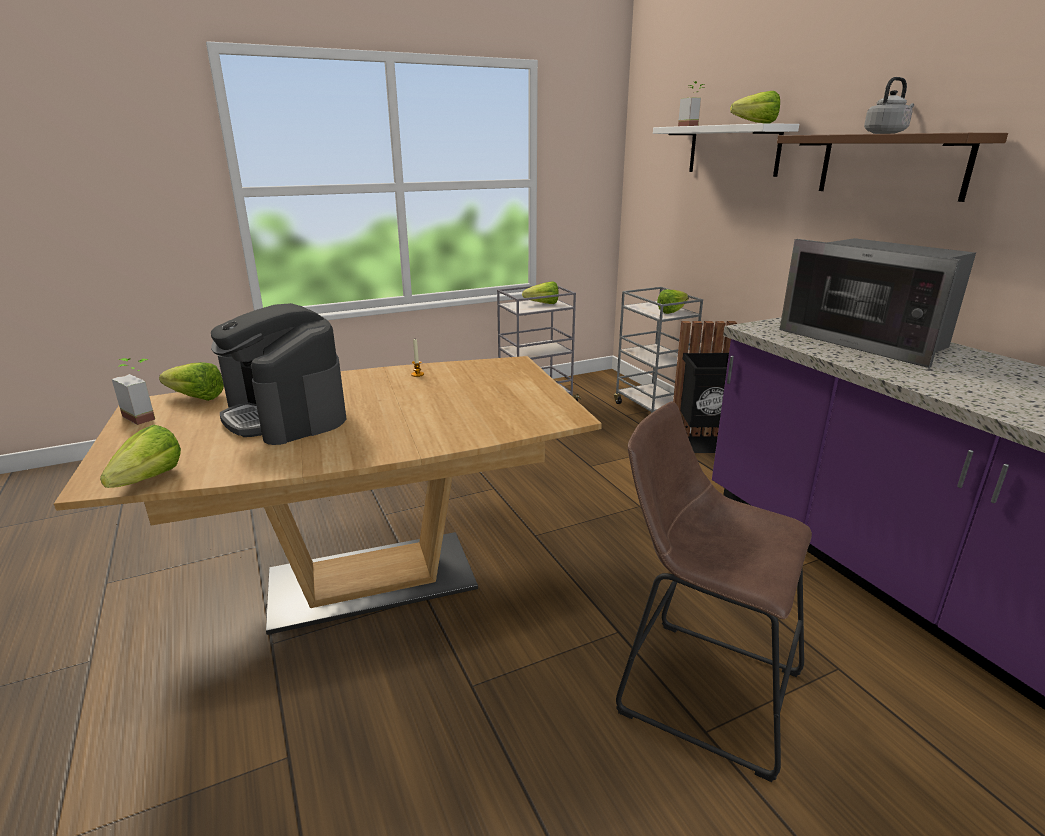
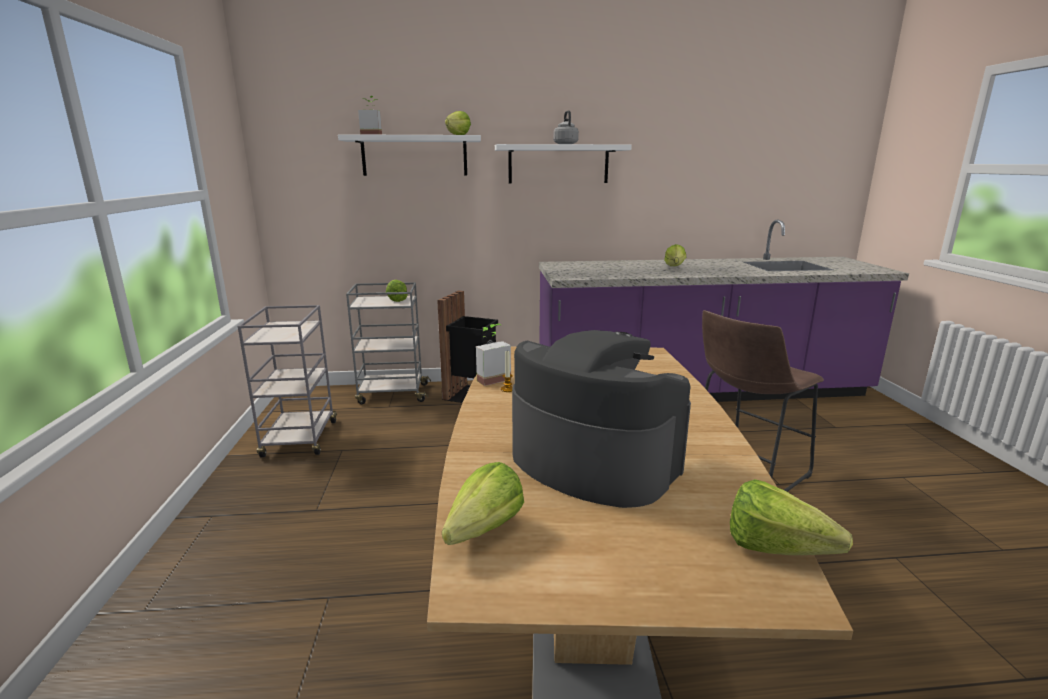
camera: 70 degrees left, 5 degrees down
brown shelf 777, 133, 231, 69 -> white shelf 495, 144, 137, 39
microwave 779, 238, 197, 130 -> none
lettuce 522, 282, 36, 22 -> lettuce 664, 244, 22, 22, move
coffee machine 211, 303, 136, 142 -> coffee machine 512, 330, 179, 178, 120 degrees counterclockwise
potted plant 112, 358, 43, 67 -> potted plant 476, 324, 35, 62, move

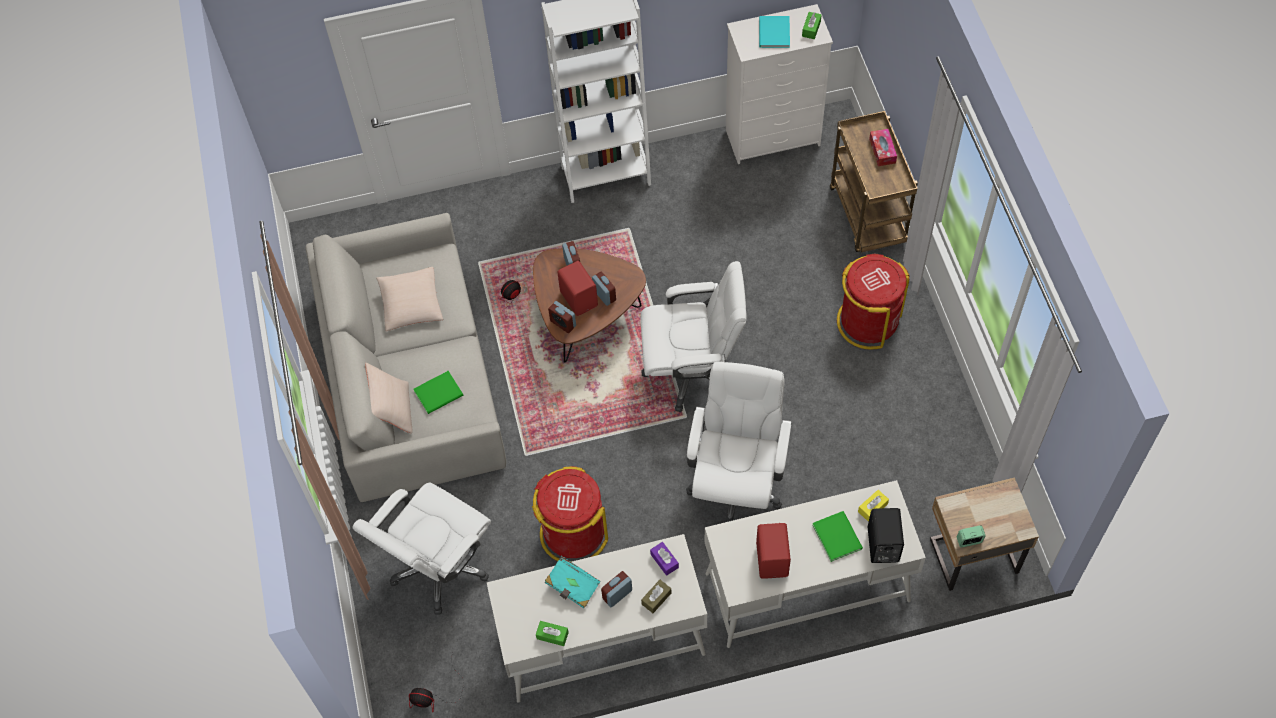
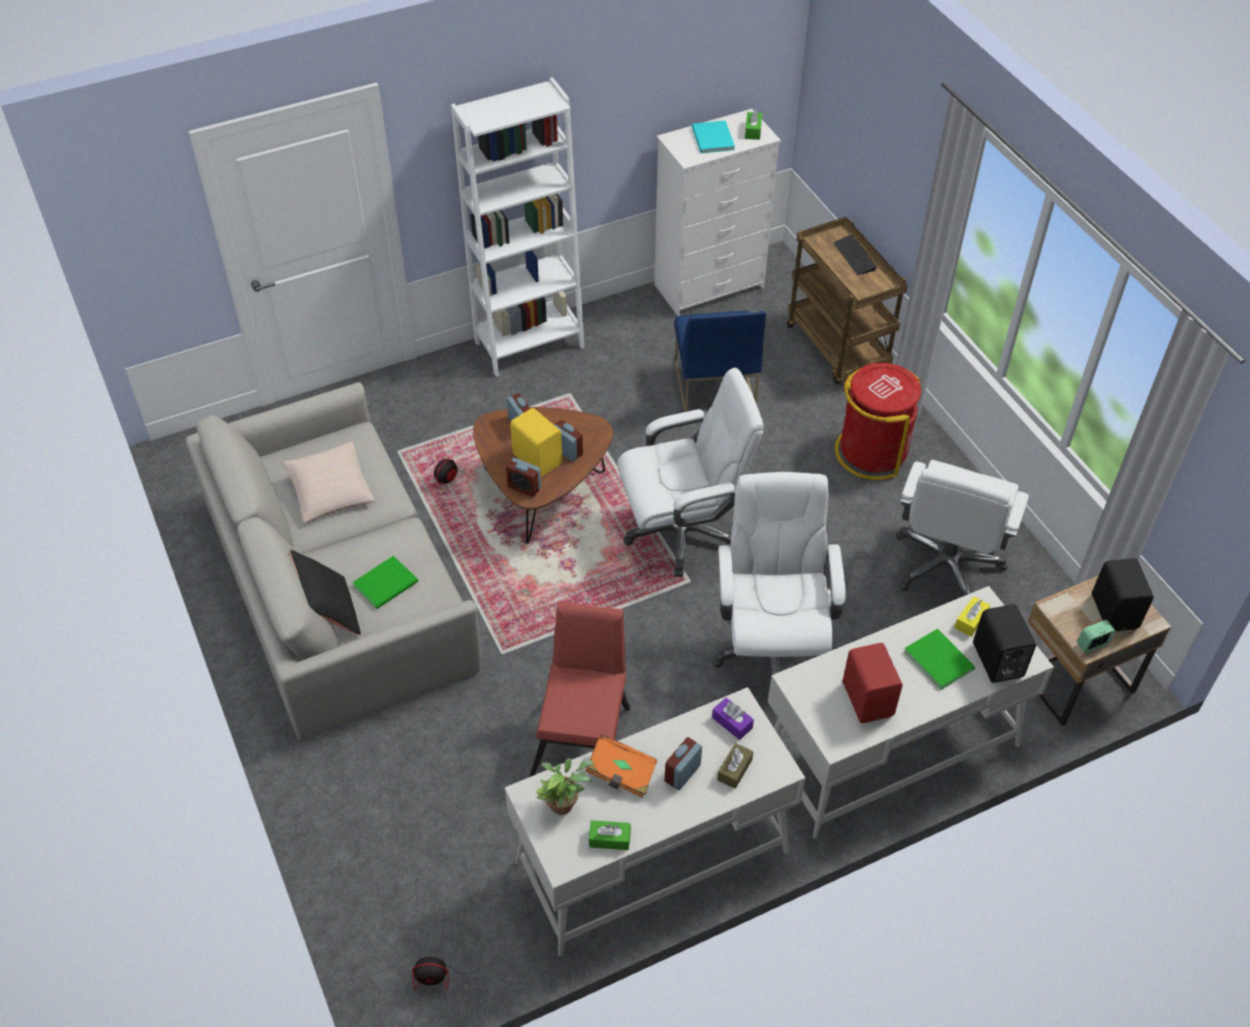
camera: 15 degrees left, 10 degrees down
tissue box 869, 129, 28, 37 -> keyboard 834, 235, 43, 40
red speaker 557, 261, 41, 55 -> yellow speaker 510, 408, 52, 68
beige pillow 365, 363, 48, 71 -> black pillow 289, 550, 72, 85
red trash can 532, 466, 76, 96 -> red chair 529, 601, 101, 176
white office chair 352, 483, 139, 132 -> white office chair 896, 460, 133, 136, move
turquoise book 544, 556, 57, 52 -> orange book 585, 733, 72, 64
none -> blue chair 674, 311, 92, 101
none -> black speaker 1092, 558, 62, 73
none -> potted plant 536, 758, 58, 57

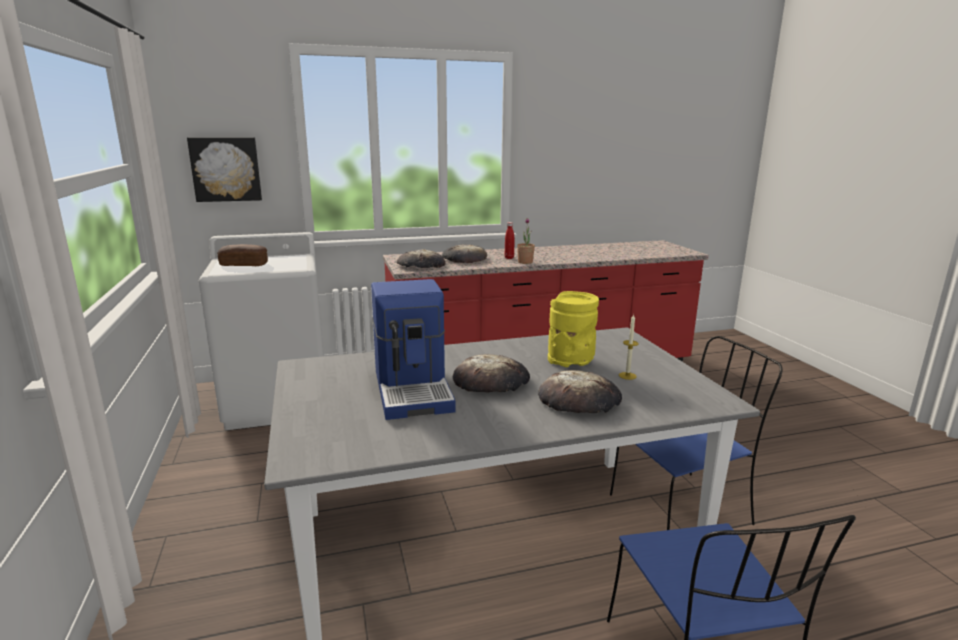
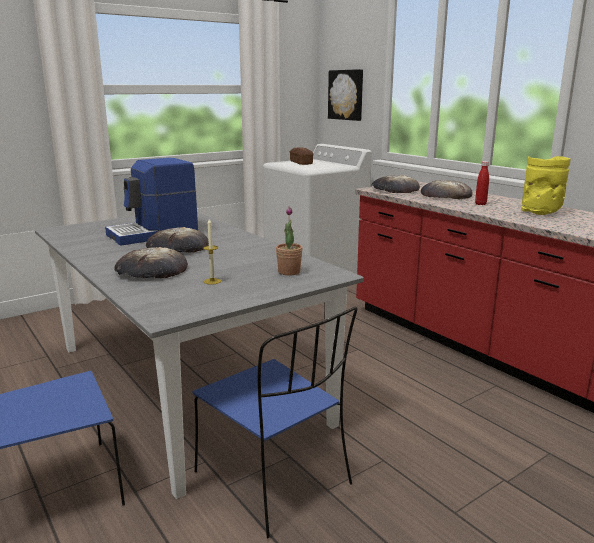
camera: 70 degrees right, 0 degrees up
potted plant 517, 218, 18, 46 -> potted plant 276, 207, 27, 68, move
yellow vase 548, 291, 51, 76 -> yellow vase 521, 156, 50, 59, move

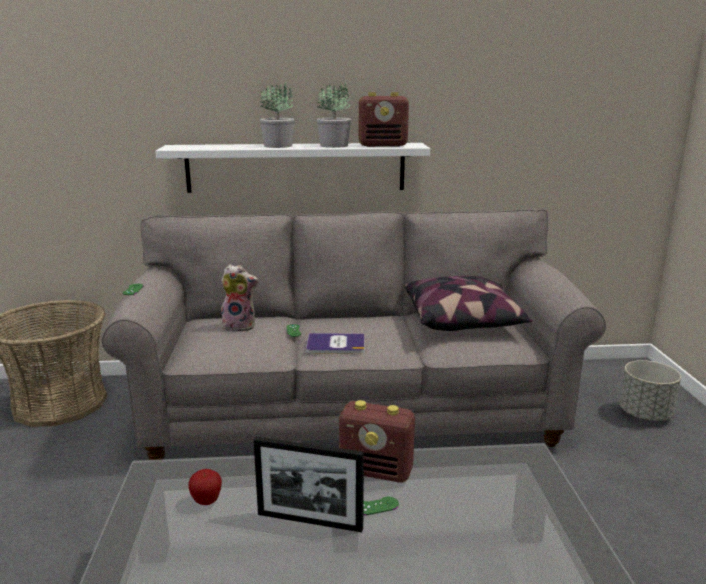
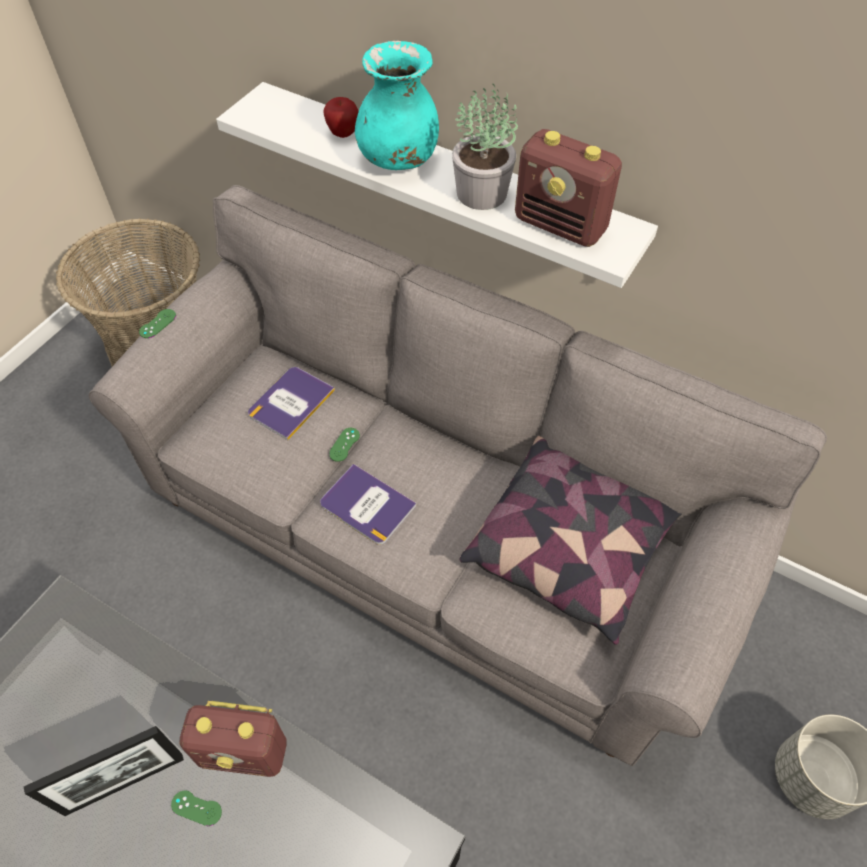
camera: 35 degrees right, 35 degrees up
potted plant 260, 82, 34, 66 -> turquoise vase 355, 41, 84, 129
plush toy 219, 265, 39, 67 -> book 248, 367, 87, 73
radio 339, 400, 76, 83 -> radio 179, 701, 108, 76, 45 degrees counterclockwise
picture frame 254, 437, 110, 95 -> picture frame 24, 726, 160, 90, 75 degrees counterclockwise
apple 188, 469, 34, 36 -> apple 323, 97, 35, 41, move

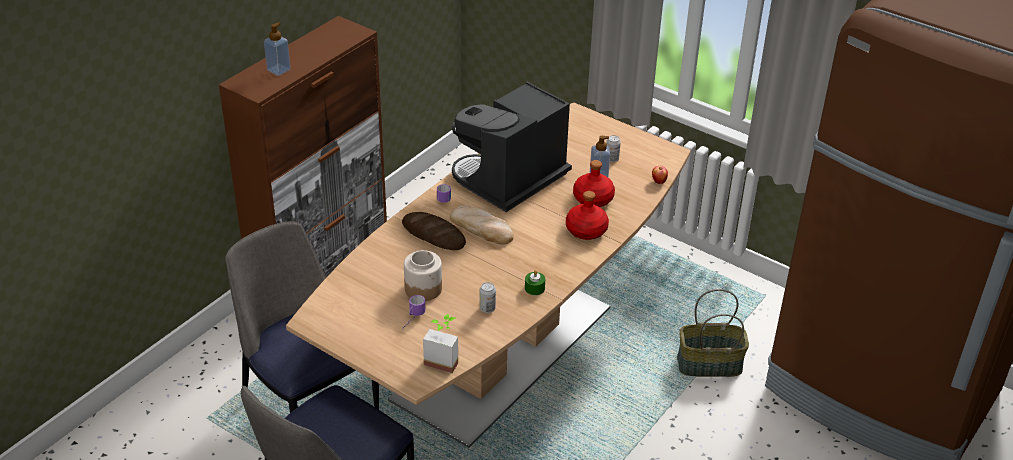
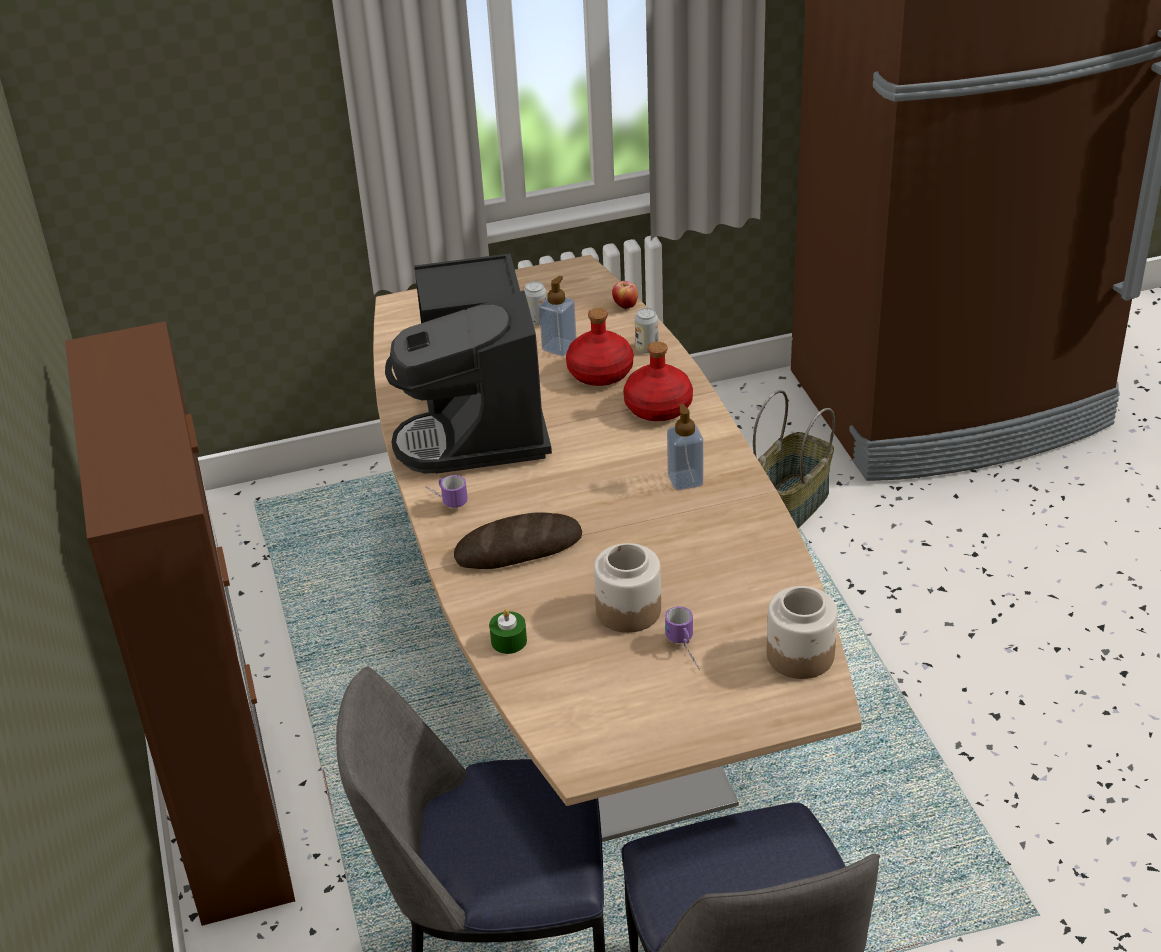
camera: 50 degrees left, 0 degrees up
soap dispenser 264, 22, 27, 54 -> soap dispenser 667, 404, 36, 86, move
bread 450, 205, 64, 40 -> none
green candle 525, 270, 20, 25 -> green candle 489, 609, 38, 45, move
can 479, 282, 17, 31 -> can 635, 308, 24, 46, move
potted plant 423, 314, 35, 59 -> jar 767, 586, 71, 93

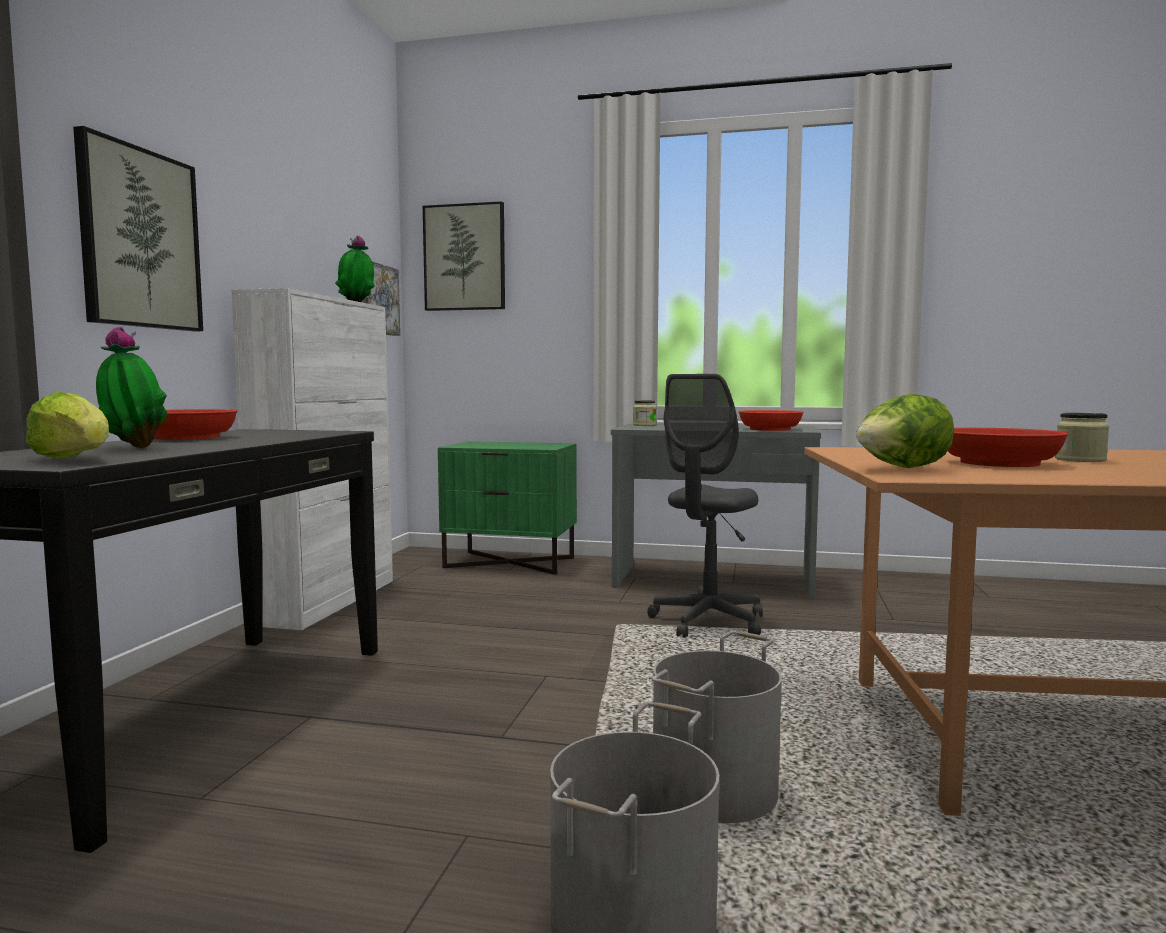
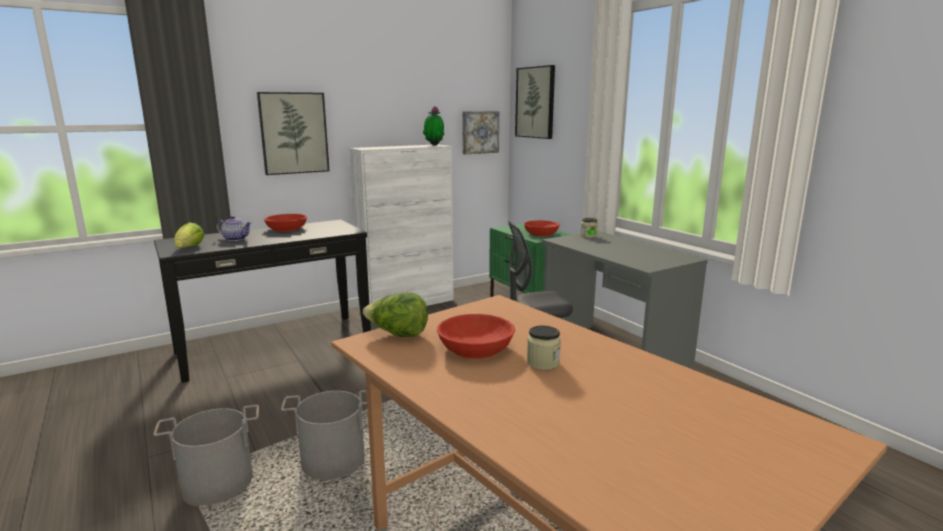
camera: 45 degrees right, 10 degrees up
potted plant 96, 327, 71, 121 -> teapot 216, 216, 36, 25
red bowl 738, 410, 66, 21 -> red bowl 524, 220, 36, 16, move

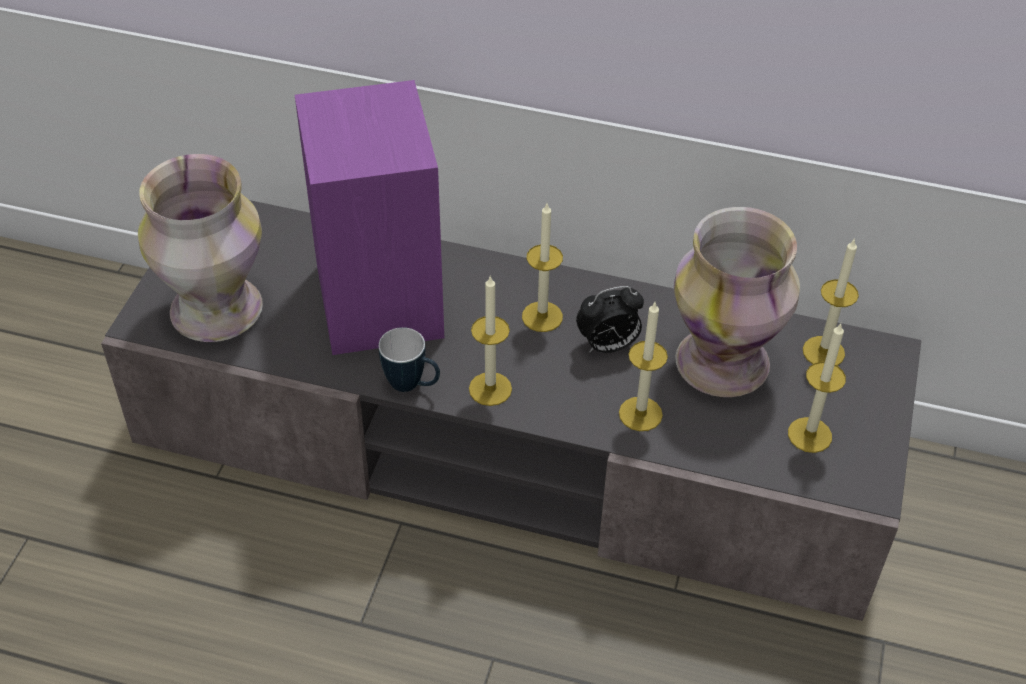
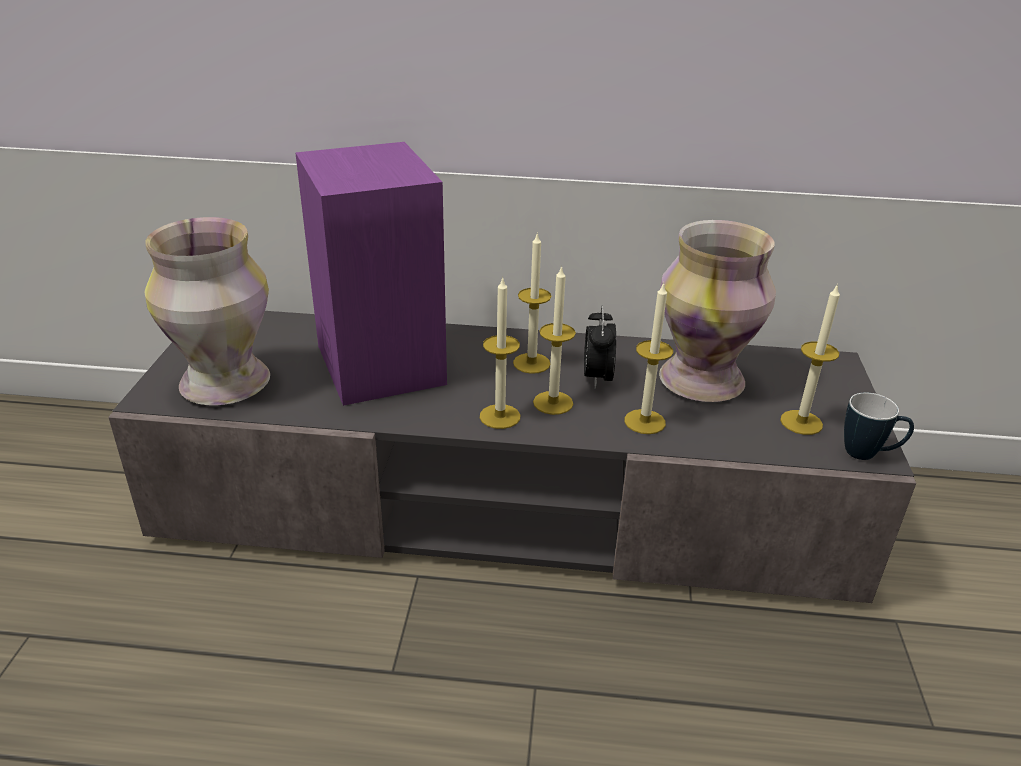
camera: 10 degrees left, 15 degrees down
candle 803, 238, 56, 128 -> candle 533, 265, 43, 150, move
alarm clock 576, 286, 68, 67 -> alarm clock 584, 306, 32, 83, 120 degrees clockwise
mug 379, 327, 61, 65 -> mug 844, 393, 70, 67, move

